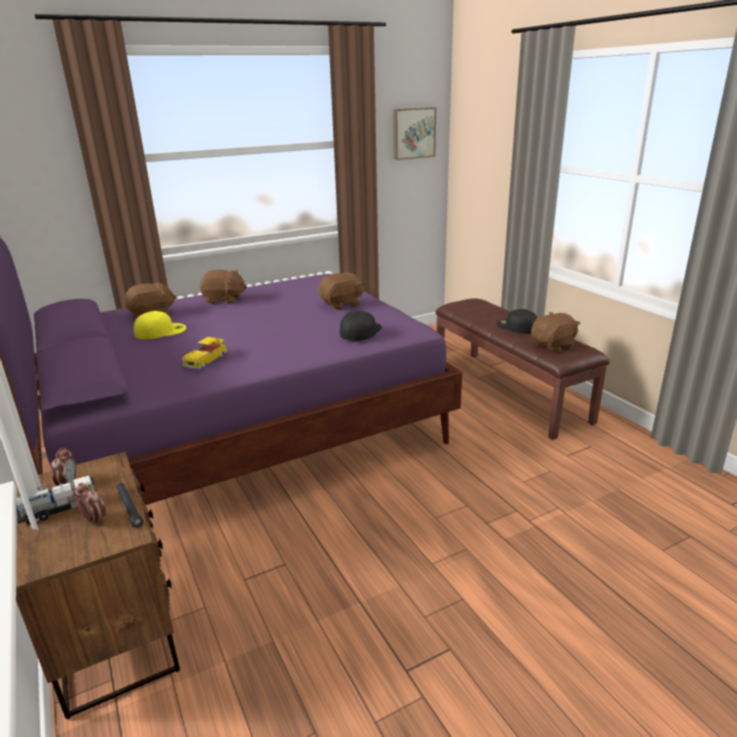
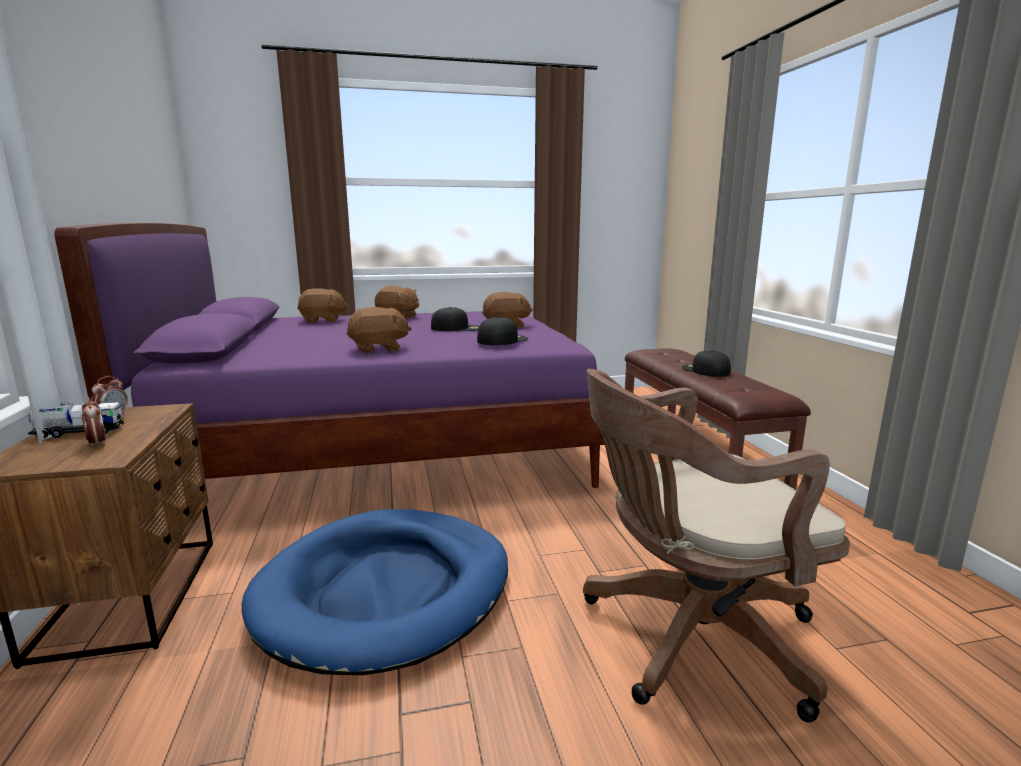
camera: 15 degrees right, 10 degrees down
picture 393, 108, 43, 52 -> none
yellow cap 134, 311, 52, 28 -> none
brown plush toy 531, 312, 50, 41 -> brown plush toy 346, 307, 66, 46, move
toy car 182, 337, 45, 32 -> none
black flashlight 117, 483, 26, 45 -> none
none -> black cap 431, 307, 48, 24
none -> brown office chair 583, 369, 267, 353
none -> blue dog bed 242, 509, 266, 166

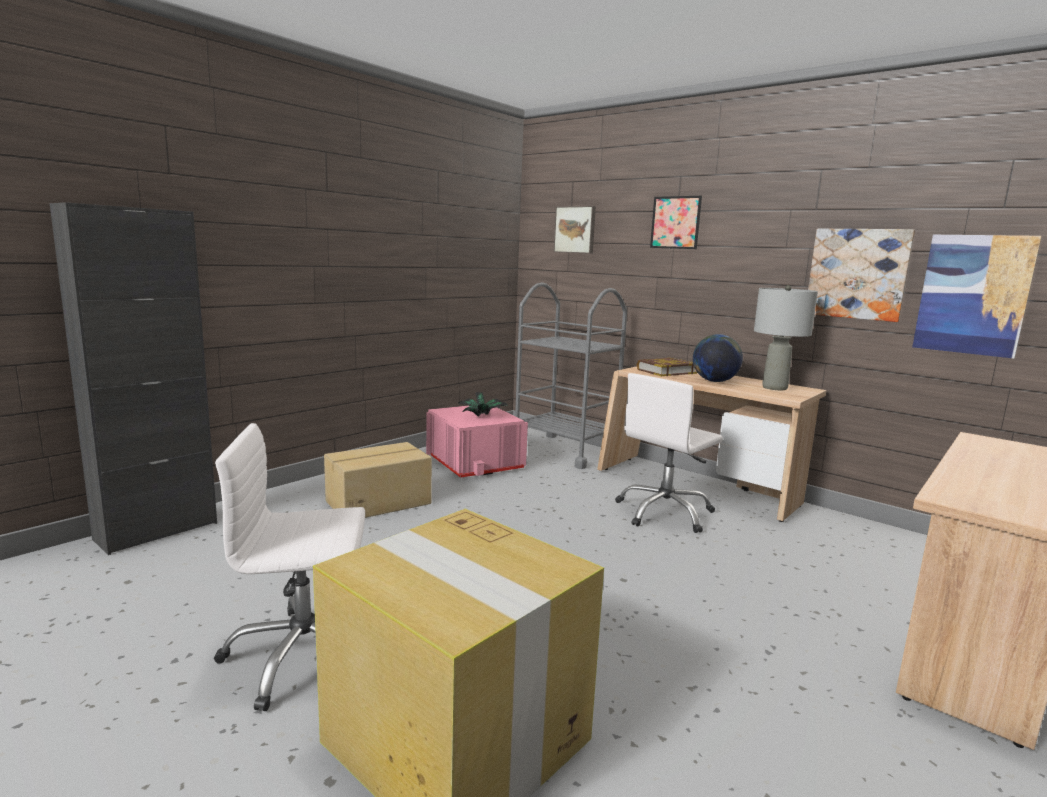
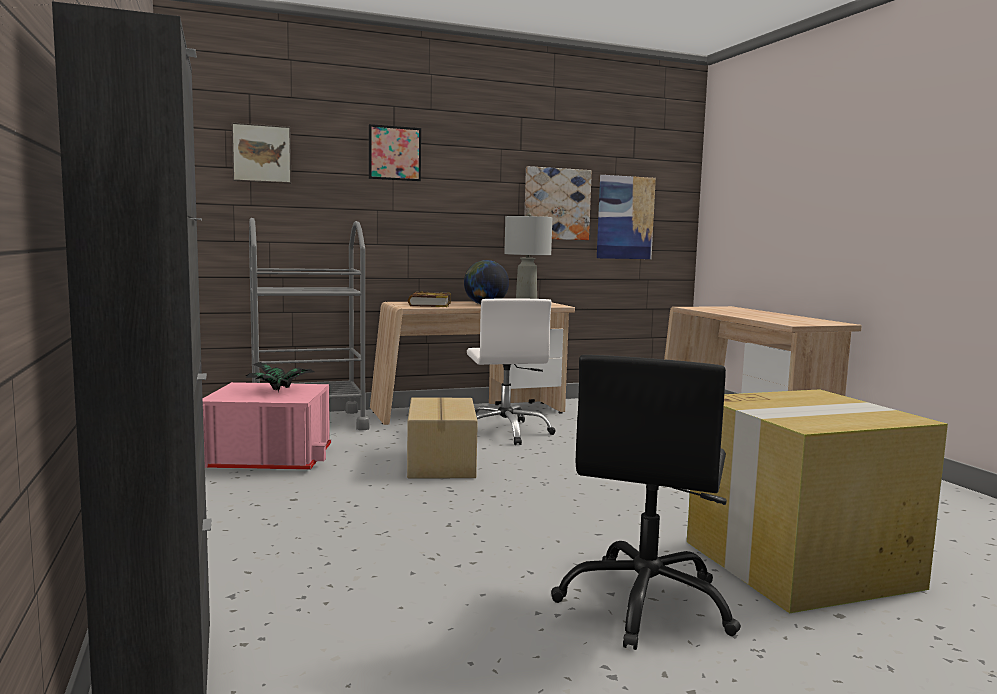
camera: 60 degrees left, 5 degrees down
white office chair 214, 423, 151, 288 -> black office chair 551, 355, 190, 295
cardboard box 324, 442, 108, 76 -> cardboard box 407, 397, 71, 82, move

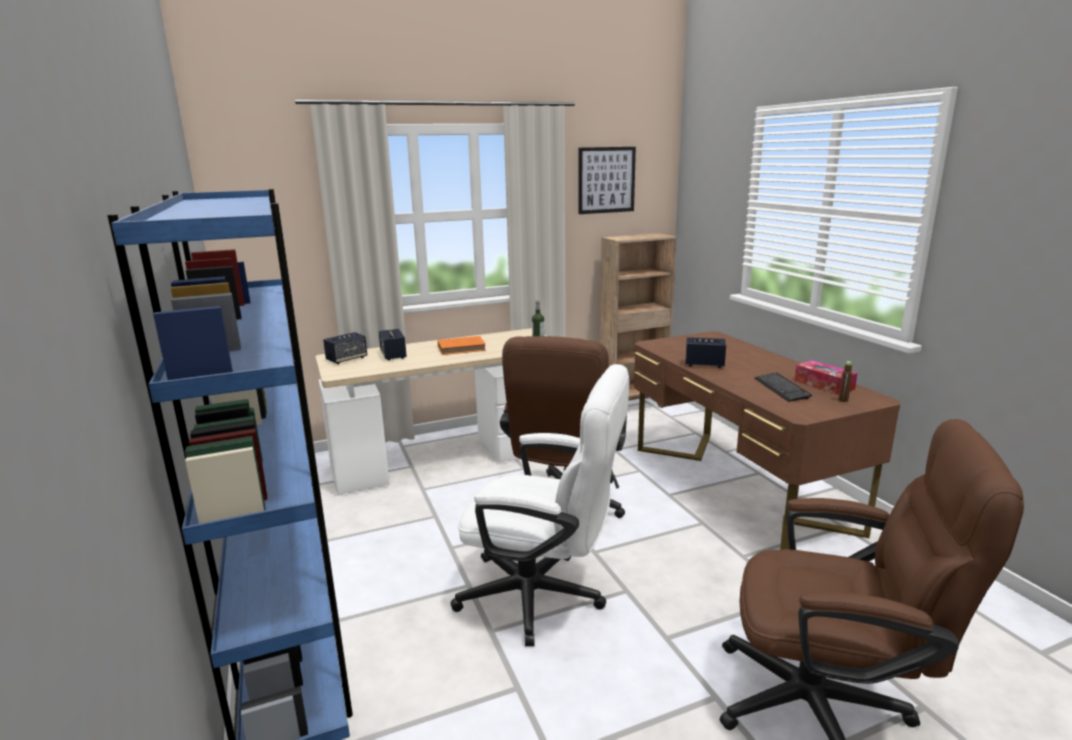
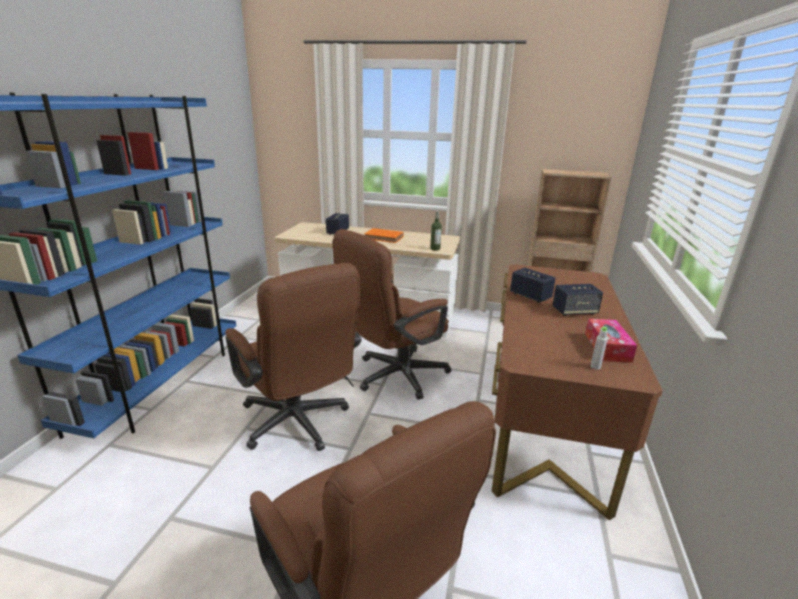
camera: 35 degrees right, 5 degrees up
picture 578, 147, 58, 67 -> none
speaker 323, 332, 44, 32 -> speaker 553, 284, 50, 32, move
brown bottle 839, 361, 14, 41 -> grey bottle 591, 326, 17, 44
white office chair 451, 364, 178, 282 -> brown office chair 225, 263, 137, 188
keyboard 754, 373, 58, 29 -> none

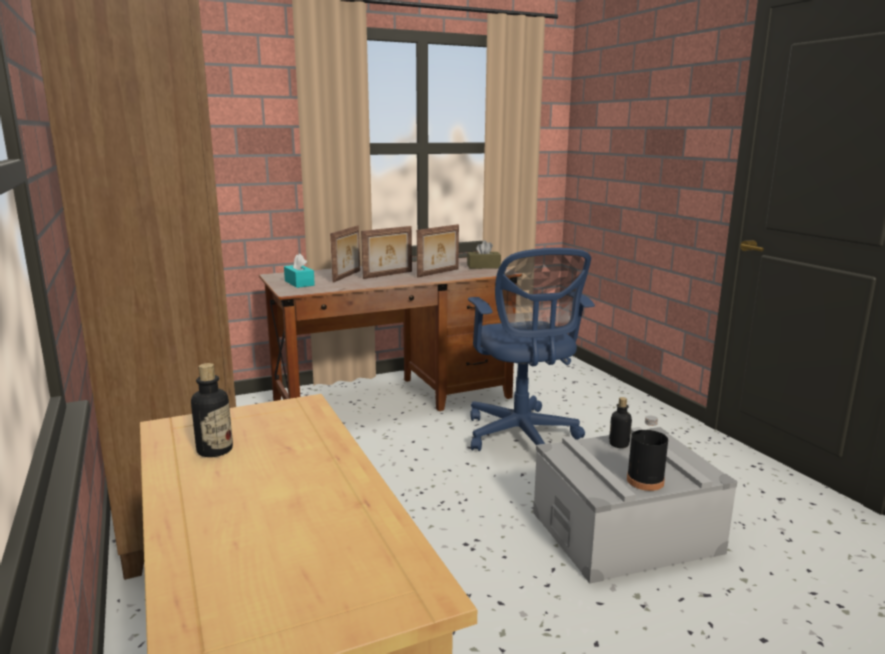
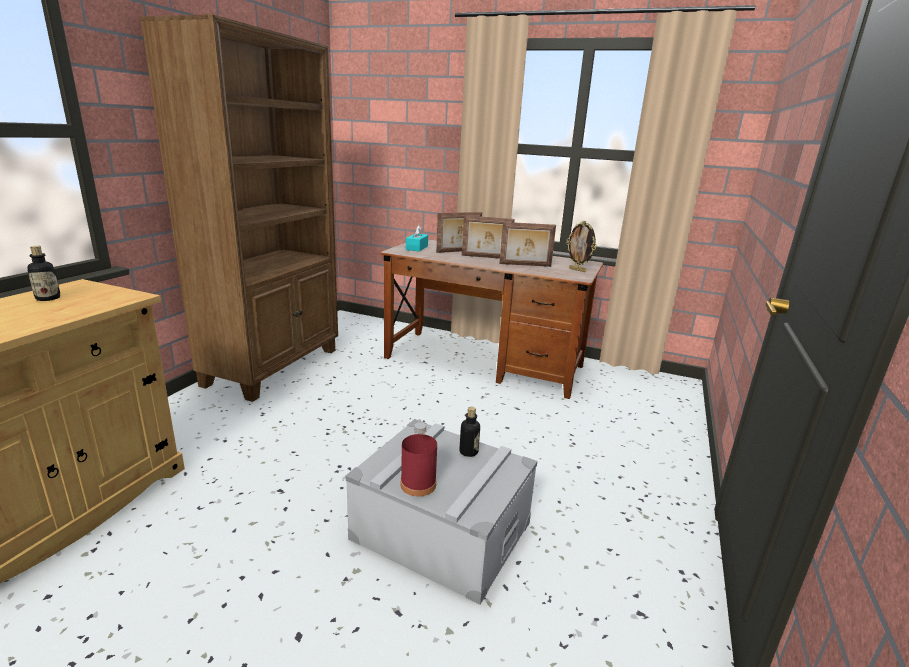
camera: 45 degrees right, 5 degrees up
brown tissue box 467, 240, 34, 29 -> picture frame 566, 221, 30, 51
blue office chair 468, 248, 127, 203 -> none
black bottle 627, 415, 41, 76 -> red bottle 401, 422, 36, 74

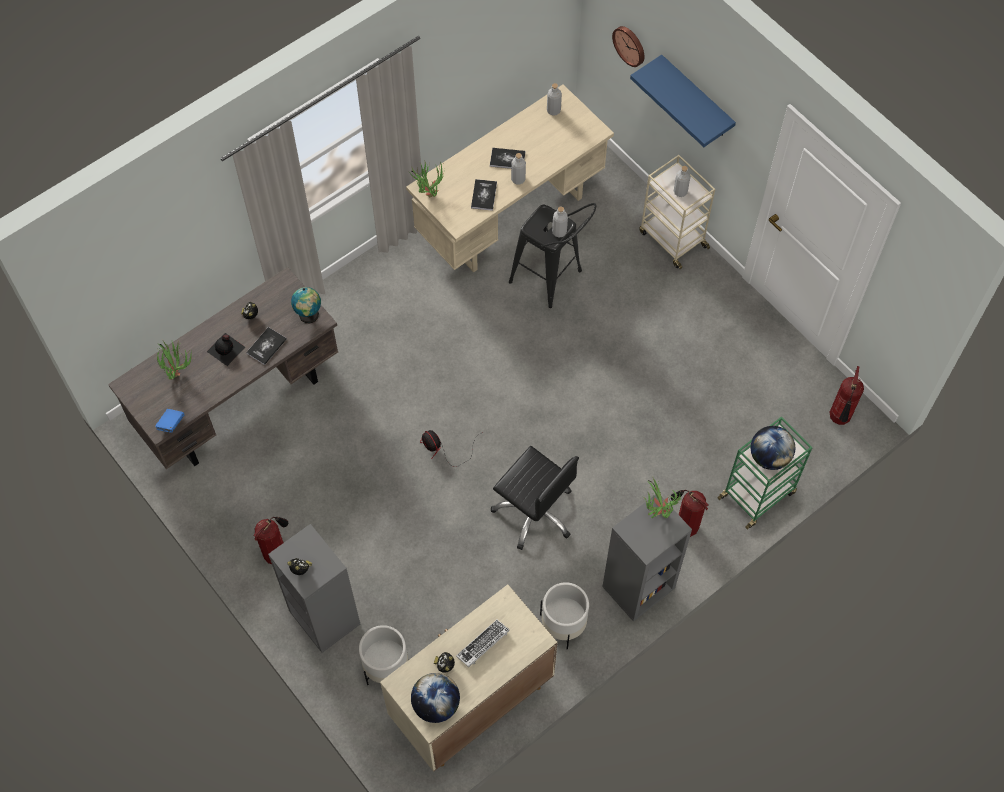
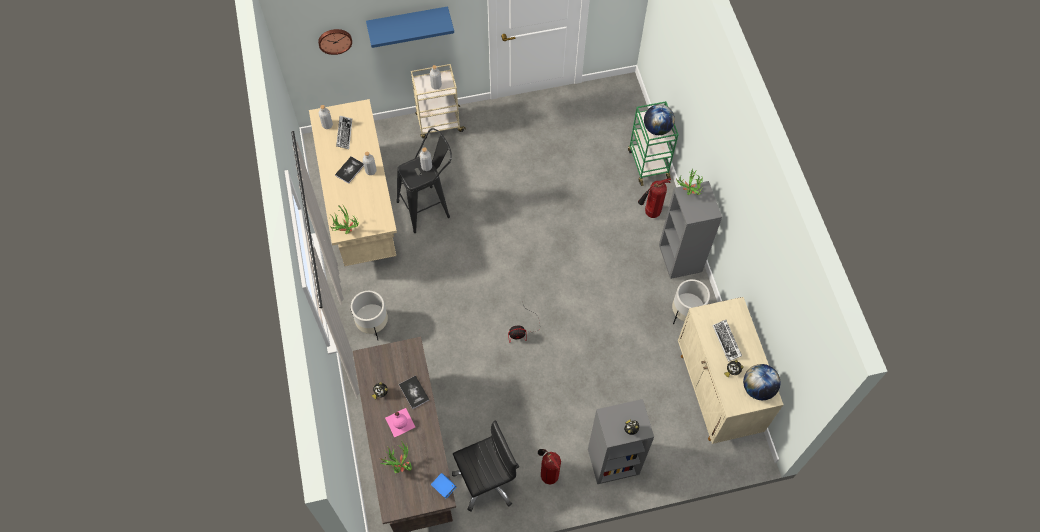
camera: 65 degrees left, 0 degrees up
book 471, 179, 26, 32 -> none
globe 291, 287, 30, 36 -> none
black bottle 207, 333, 38, 33 -> pink bottle 385, 408, 30, 30
fire extinguisher 830, 366, 34, 59 -> none
black office chair 491, 446, 88, 104 -> black office chair 452, 420, 67, 92, move
white planter 359, 625, 50, 60 -> white planter 351, 291, 37, 49, move
none -> keyboard 336, 116, 16, 33

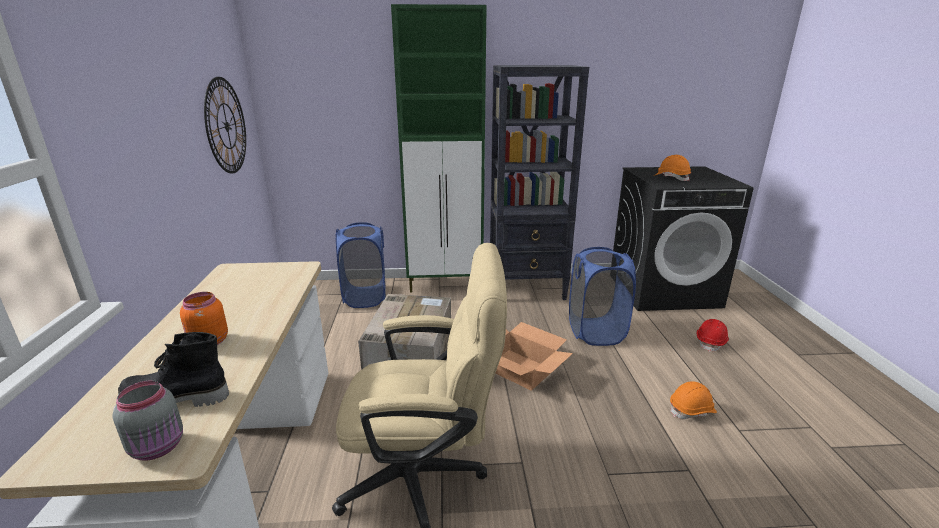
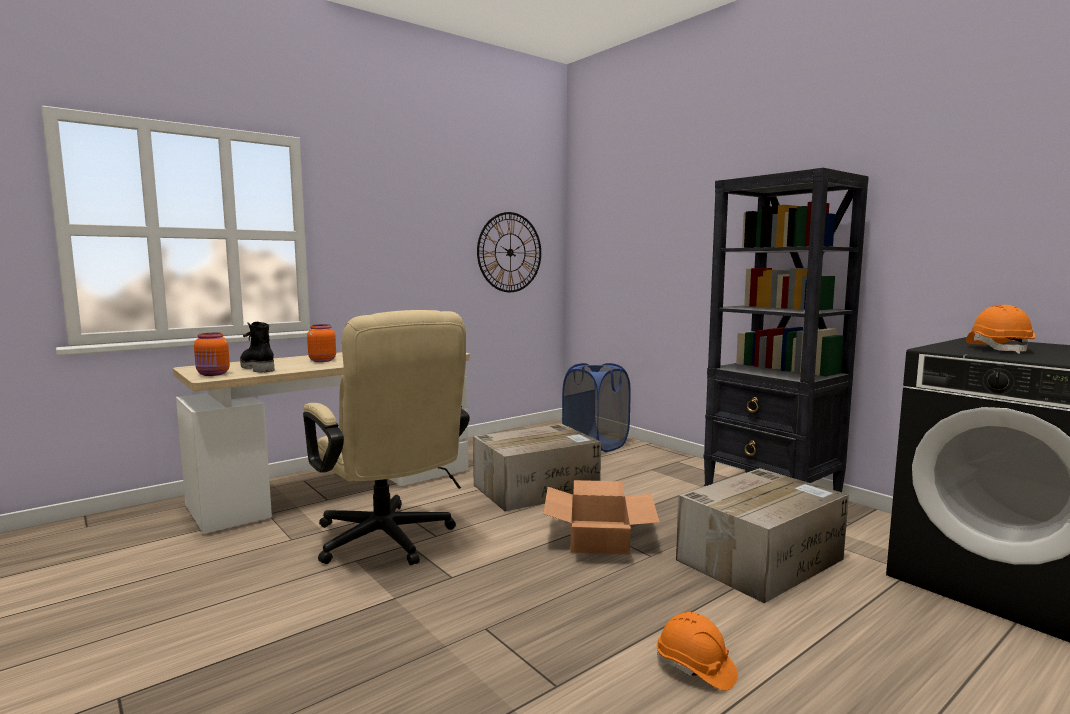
camera: 55 degrees right, 15 degrees down
green cabinet 391, 4, 96, 288 -> none
blue laundry basket 569, 247, 67, 99 -> cardboard box 676, 468, 173, 135
red hard hat 697, 319, 32, 33 -> none
grey jar 113, 381, 70, 79 -> orange jar 194, 333, 36, 43

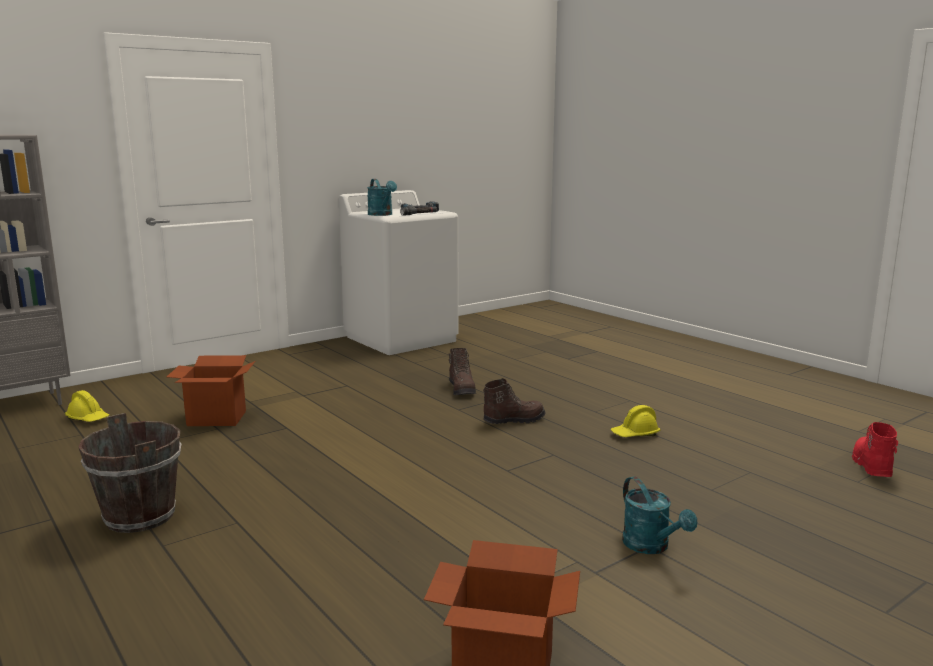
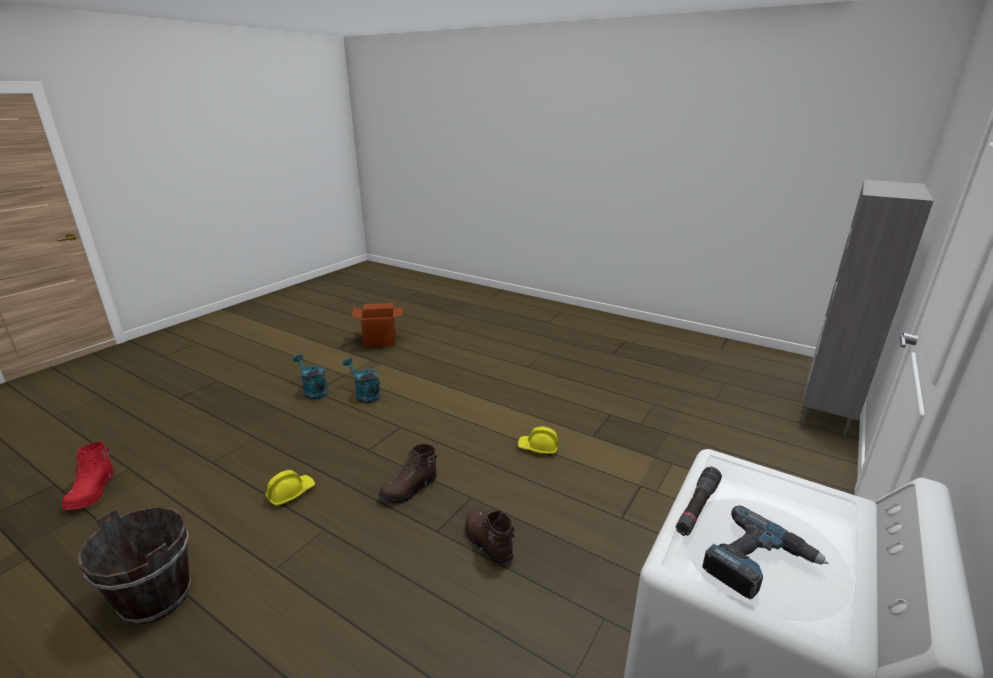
camera: 160 degrees right, 10 degrees up
turquoise watering can 367, 179, 30, 37 -> turquoise watering can 343, 357, 38, 46, move
cardboard box 167, 355, 89, 71 -> none
yellow hard hat 65, 390, 44, 32 -> yellow hard hat 518, 426, 41, 30, move
brown bucket 78, 413, 104, 120 -> brown bucket 78, 506, 113, 119, move

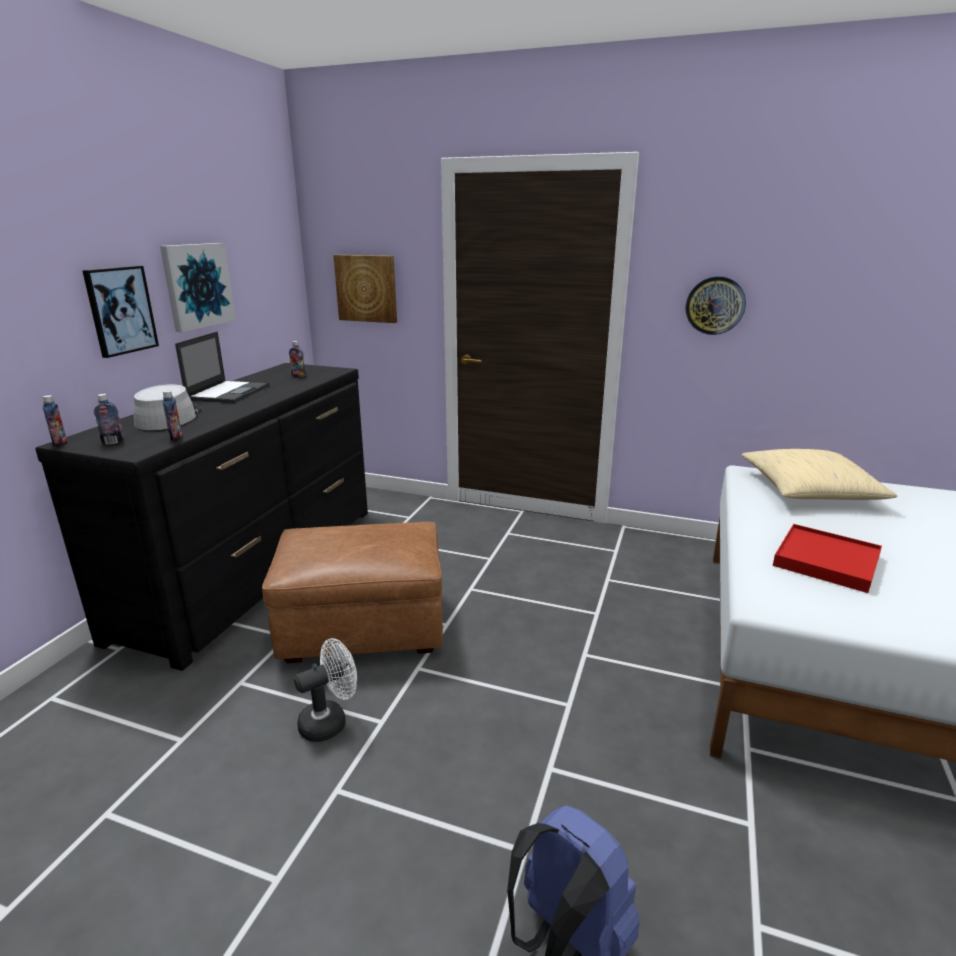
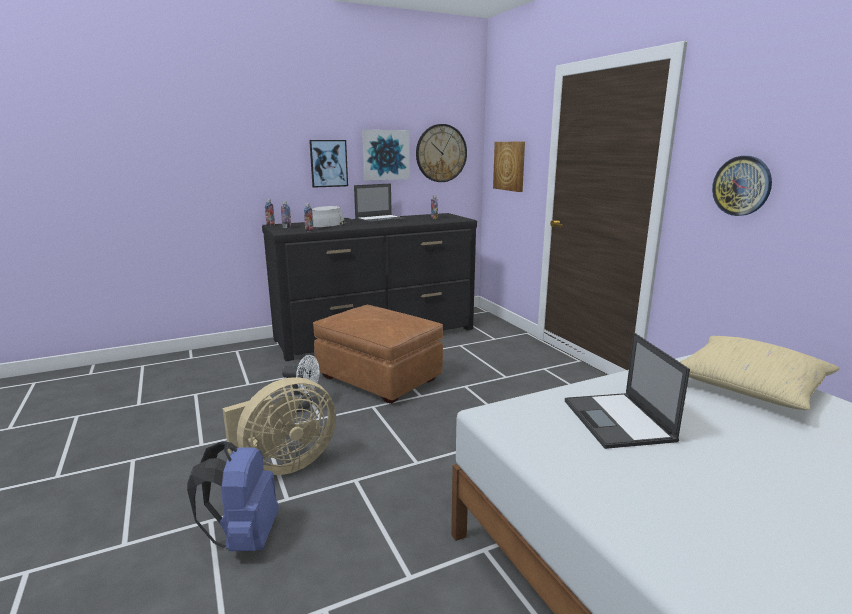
camera: 45 degrees right, 5 degrees down
red tray 773, 524, 109, 69 -> laptop 565, 333, 125, 116
none -> wall clock 416, 124, 51, 58
none -> beige fan 223, 377, 113, 98

